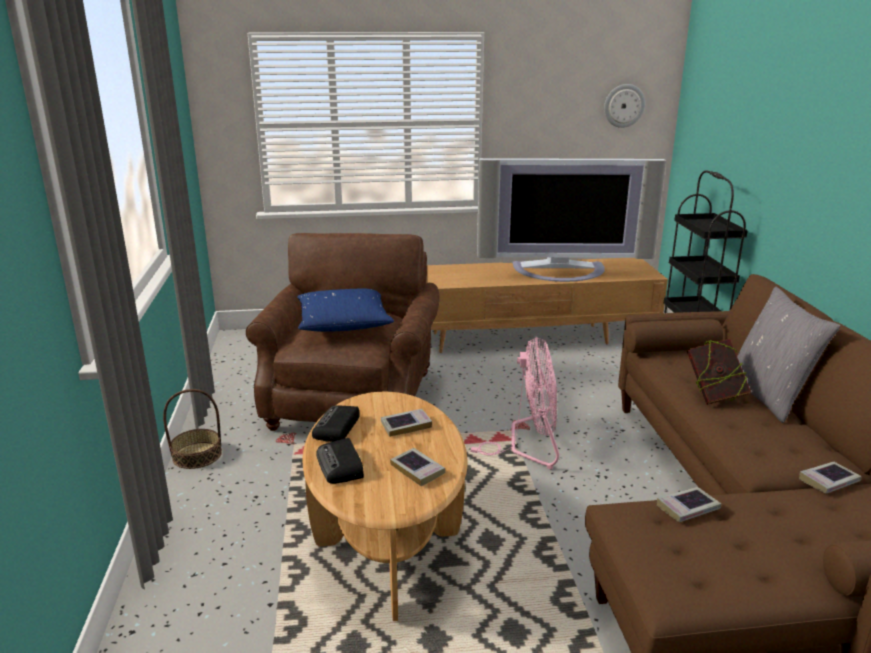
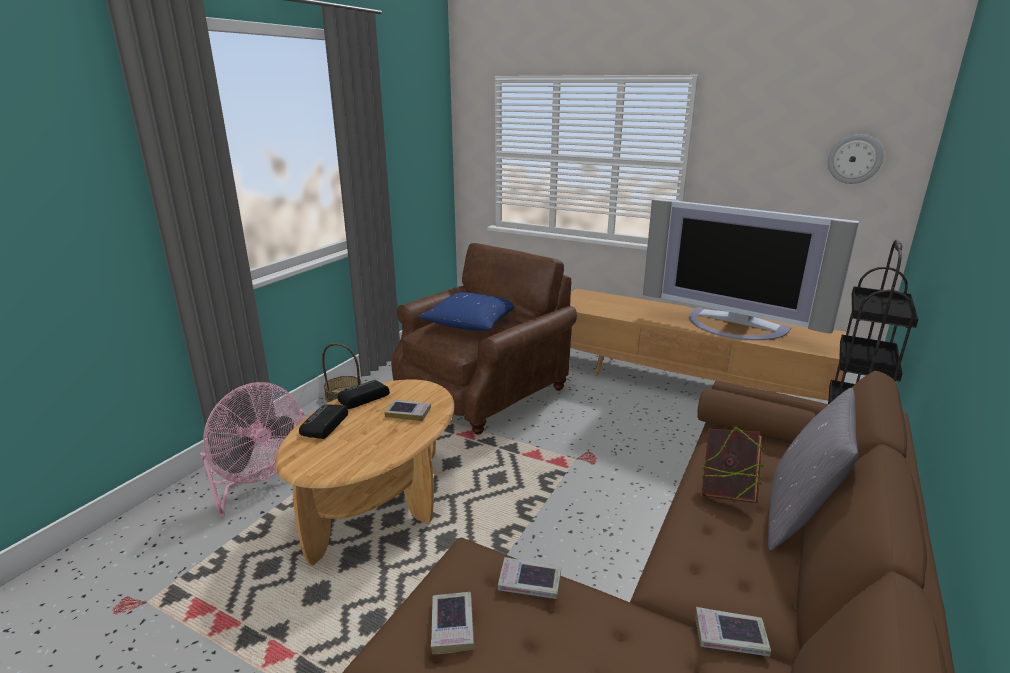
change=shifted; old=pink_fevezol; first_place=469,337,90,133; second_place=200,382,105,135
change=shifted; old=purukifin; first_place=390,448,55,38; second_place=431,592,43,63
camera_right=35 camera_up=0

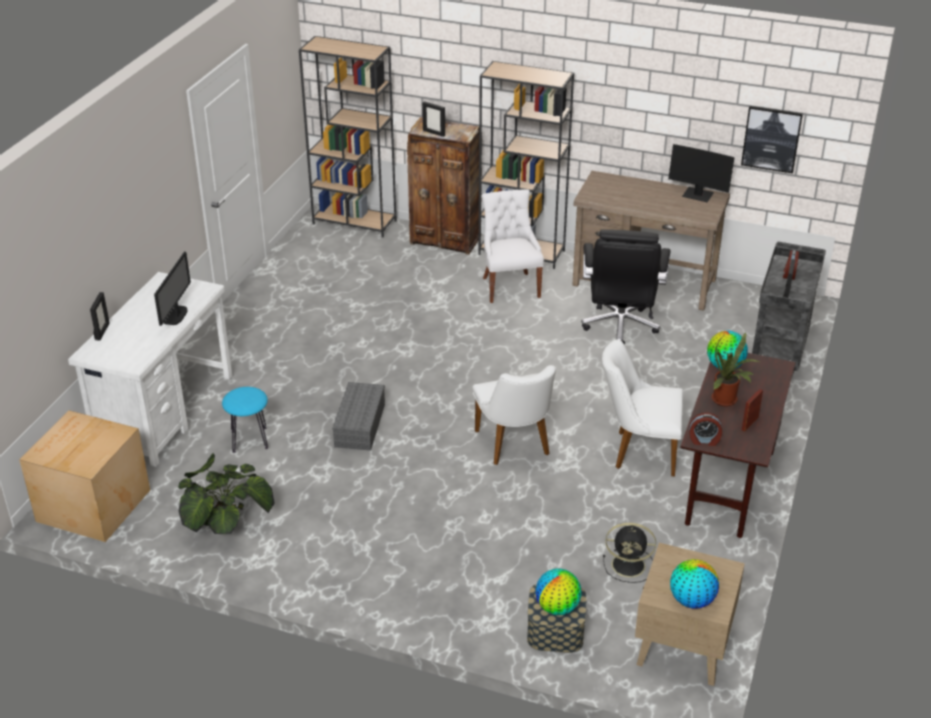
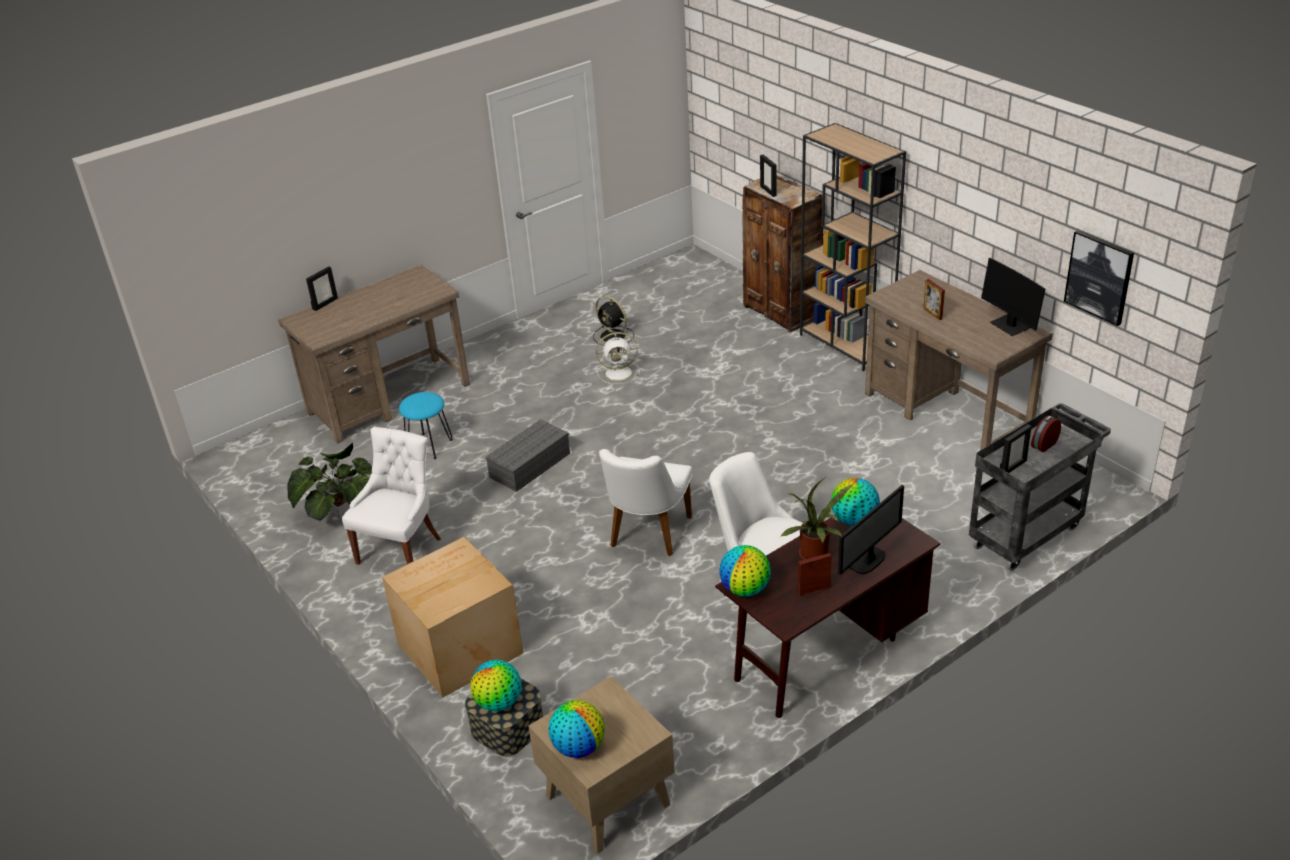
change=repainted; old=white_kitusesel; new=brown_kitusesel; first_place=68,272,164,195; second_place=279,265,191,178
change=shifted; old=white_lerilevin; first_place=482,189,62,114; second_place=342,427,99,138
change=shifted; old=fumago; first_place=19,410,131,132; second_place=382,537,142,161
change=shifted; old=black_fevezol; first_place=603,523,53,60; second_place=593,296,41,50
change=new; new=white_fevezol; second_place=596,332,44,52
change=swapped; old=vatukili; new=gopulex; first_place=689,413,33,33; second_place=719,545,52,52
change=shifted; old=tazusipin; first_place=154,252,37,74; second_place=838,485,66,90
change=new; new=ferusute; second_place=923,279,22,41
change=gone; old=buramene; first_place=299,36,98,201
change=gone; old=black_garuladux; first_place=581,229,90,116
camera_right=35 camera_up=0

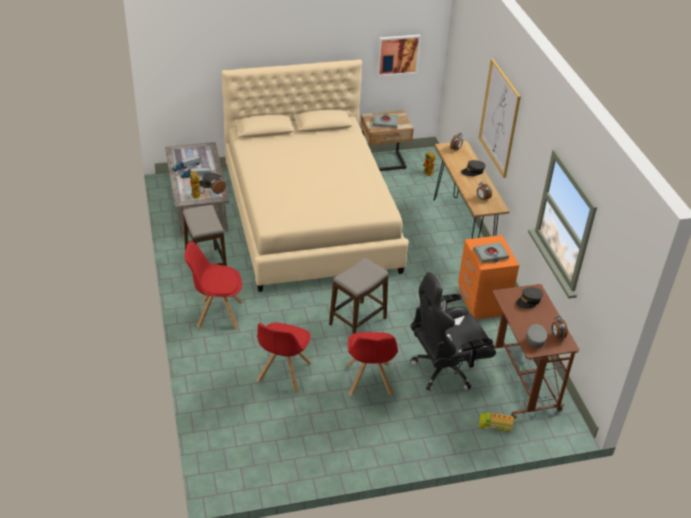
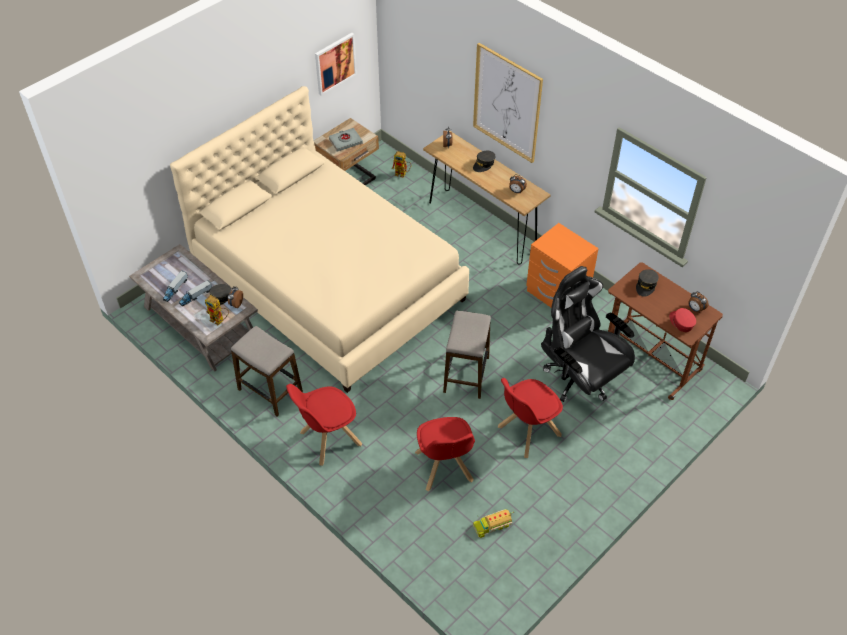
change=shifted; old=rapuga; first_place=479,410,39,22; second_place=473,509,41,29
change=rotated; old=red_lerilevin; first_place=346,332,52,64; second_place=498,378,65,80; degrees=90
change=rotated; old=black_garuladux; first_place=410,272,86,119; second_place=541,266,94,136; degrees=105
change=repainted; old=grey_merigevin; new=red_merigevin; first_place=526,324,21,24; second_place=669,308,27,24
change=gone; old=grey_purukifin; first_place=473,242,36,22
camera_right=-30 camera_up=10

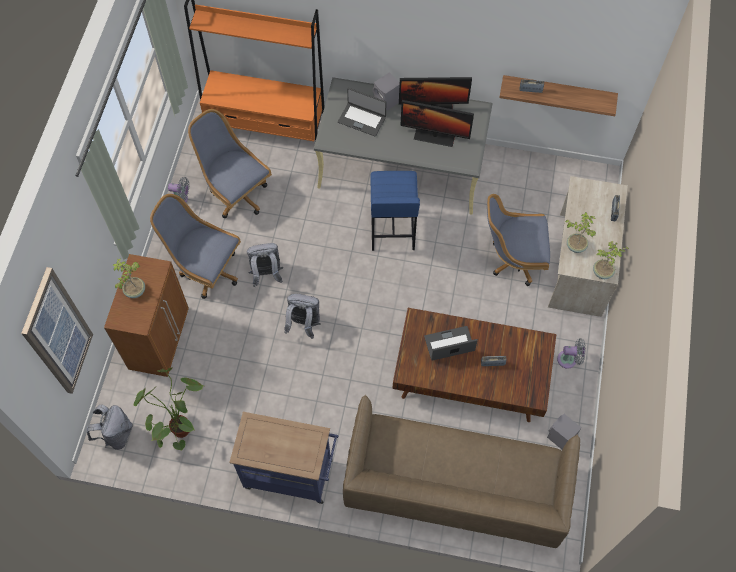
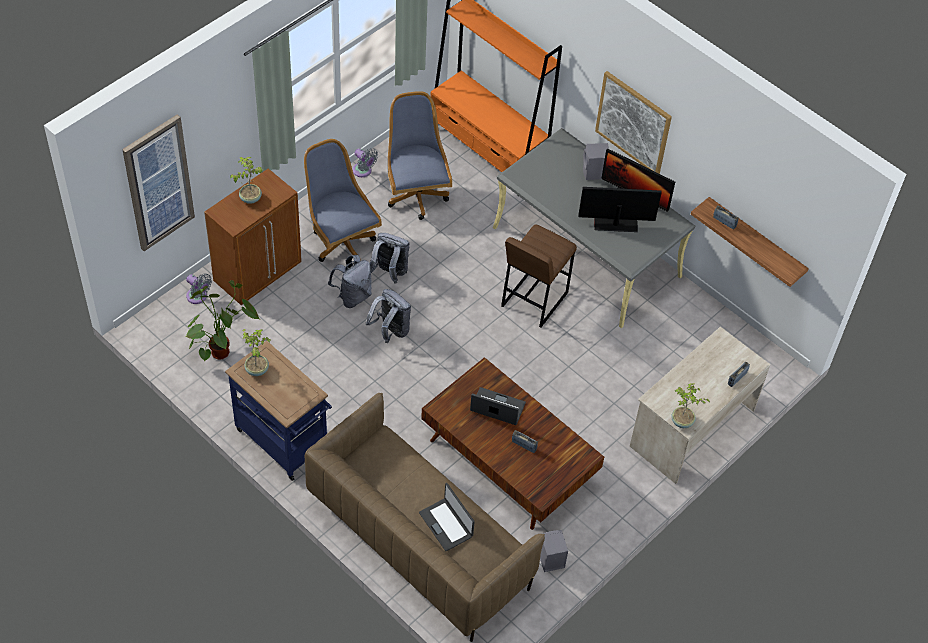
change=shifted; old=grey_fevezol; first_place=557,338,29,31; second_place=186,274,26,30
change=shifted; old=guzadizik; first_place=565,212,31,41; second_place=242,329,28,47
change=shifted; old=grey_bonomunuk; first_place=87,404,46,46; second_place=328,255,44,53
change=shifted; old=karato; first_place=338,88,49,49; second_place=419,483,56,68
change=repainted; old=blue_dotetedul; new=brown_dotetedul; first_place=370,171,50,80; second_place=501,224,76,103
change=rotated; old=tazusipin; first_place=400,100,74,47; second_place=578,187,83,45; degrees=135
change=new; new=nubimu; second_place=595,71,77,103
change=gone; old=blue_garuladux; first_place=487,194,63,92
camera_right=30 camera_up=-10

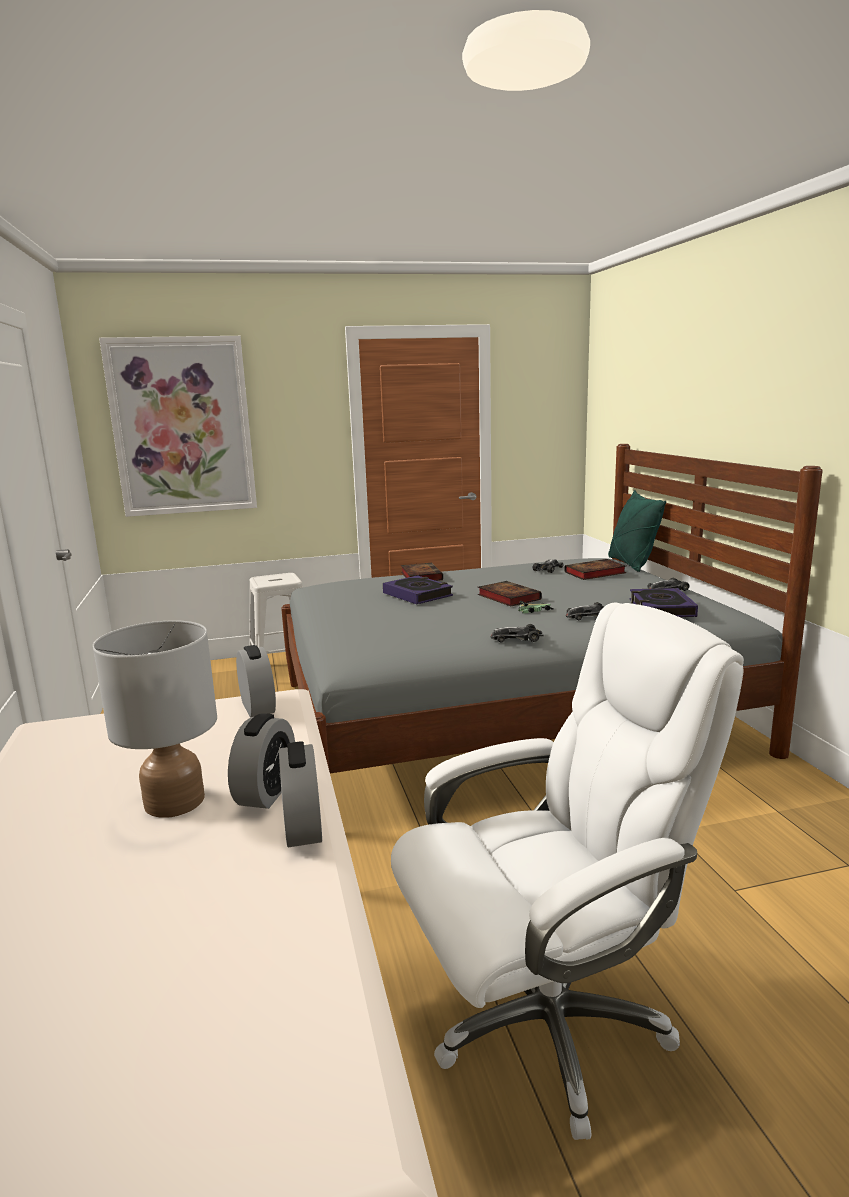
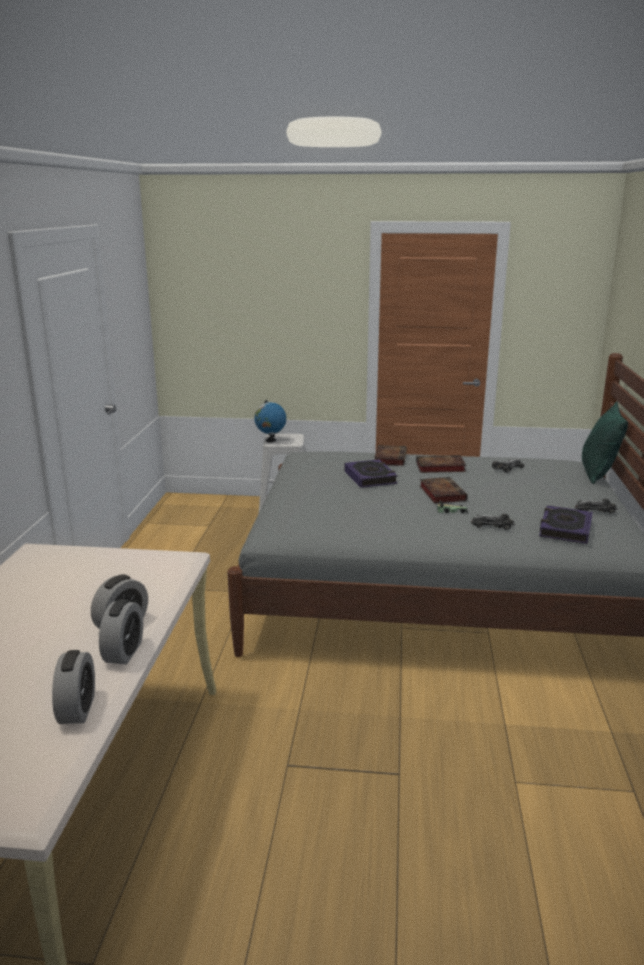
change=shifted; old=vatukili; first_place=236,645,40,72; second_place=52,650,43,74
change=new; new=gopulex; second_place=254,400,32,42
change=shifted; old=purukifin; first_place=564,559,62,21; second_place=416,455,50,18
change=gone; old=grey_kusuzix; first_place=93,620,124,198
change=gone; old=nubimu; first_place=99,336,158,181
change=gone; old=white_garuladux; first_place=391,603,353,537
change=gone; old=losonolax; first_place=491,624,53,19
camera_right=20 camera_up=5

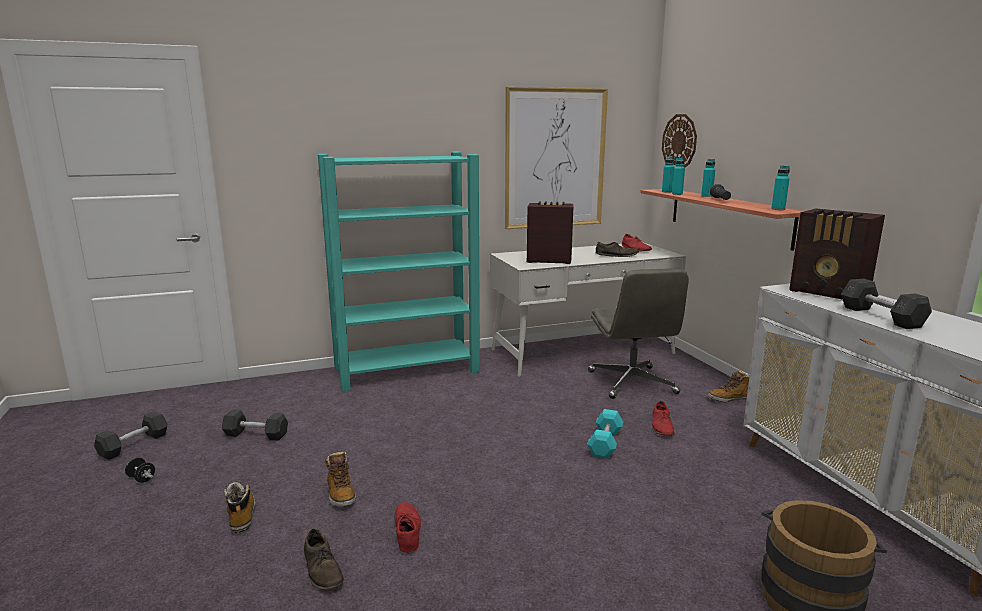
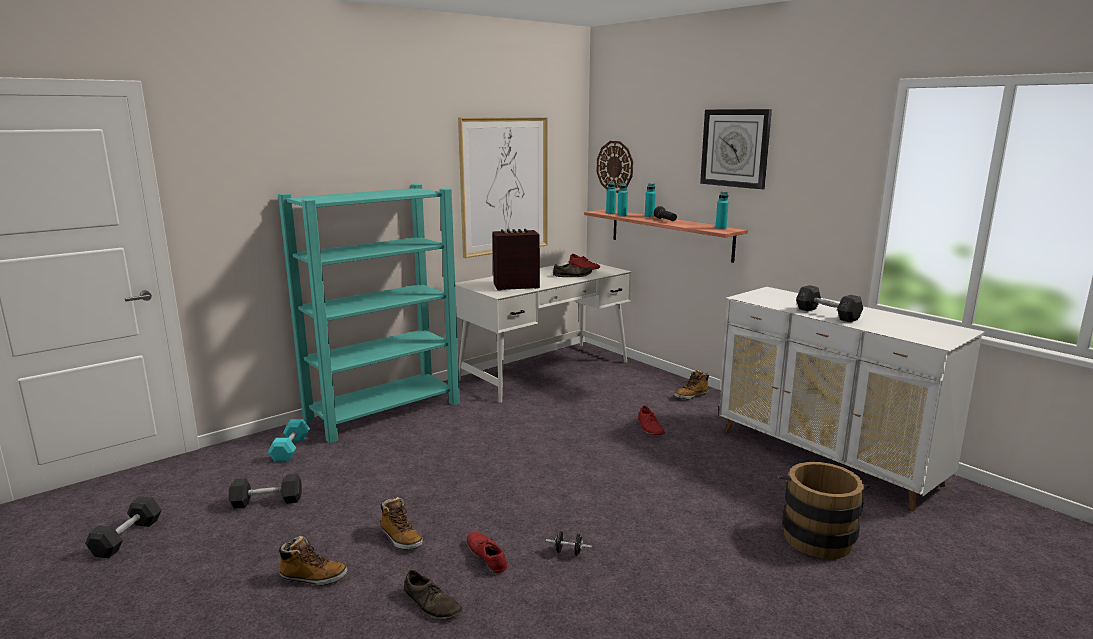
change=shifted; old=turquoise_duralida; first_place=587,409,36,50; second_place=268,419,42,43
change=rotated; old=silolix; first_place=224,482,32,51; second_place=277,536,70,50; degrees=135
change=shifted; old=black_duralida; first_place=125,458,30,25; second_place=546,531,46,25
change=new; new=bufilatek; second_place=700,109,72,80
change=gone; old=grey_garuladux; first_place=588,269,101,130
change=gone; old=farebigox; first_place=789,208,96,92
camera_right=-20 camera_up=0

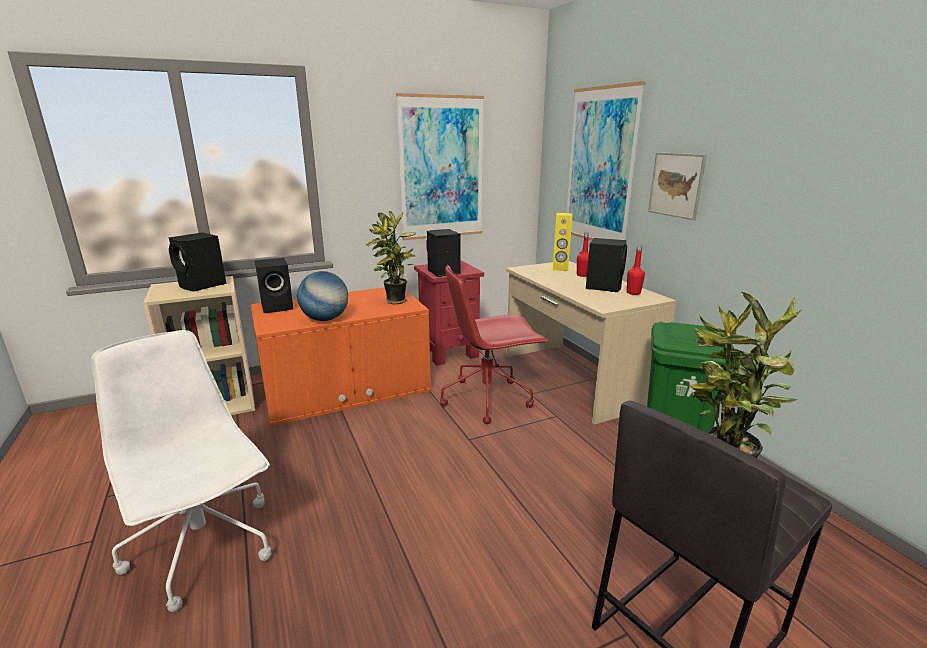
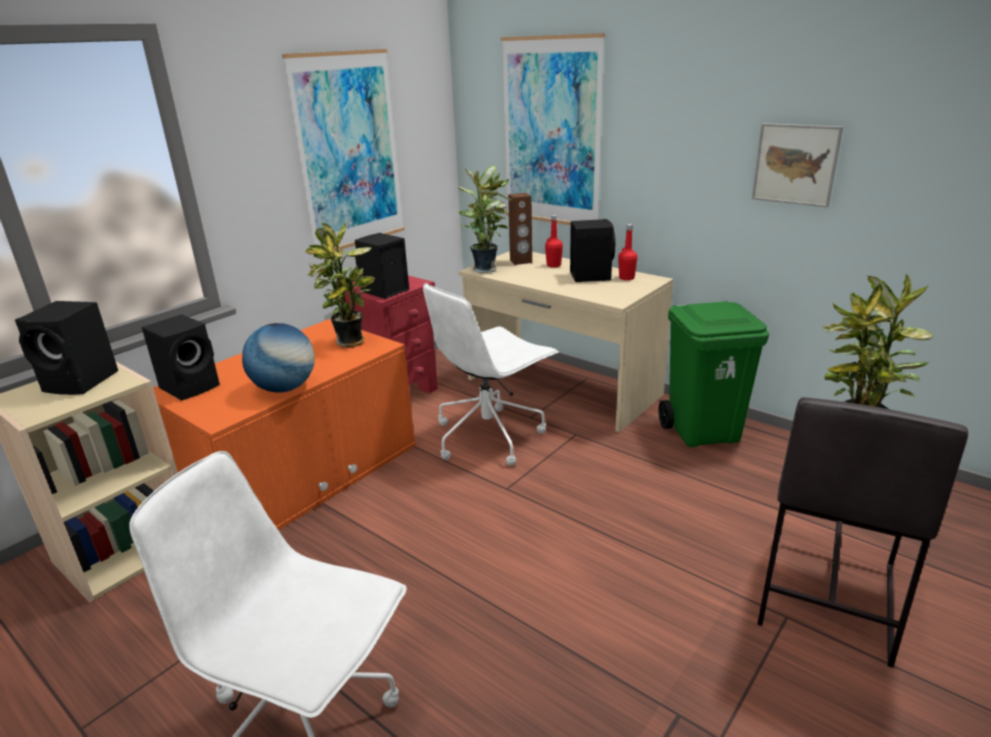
change=repainted; old=red_garuladux; new=white_garuladux; first_place=440,264,108,160; second_place=423,283,136,183
change=new; new=guzadizik; second_place=458,166,56,107
change=repainted; old=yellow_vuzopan; new=brown_vuzopan; first_place=553,213,19,58; second_place=508,193,24,72
change=shifted; old=nubimu; first_place=648,152,59,68; second_place=752,123,91,84
camera_right=-25 camera_up=5

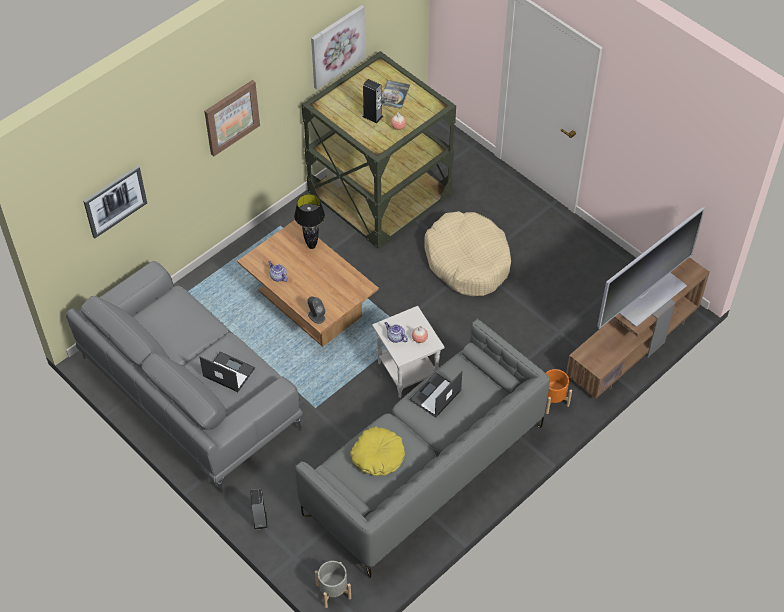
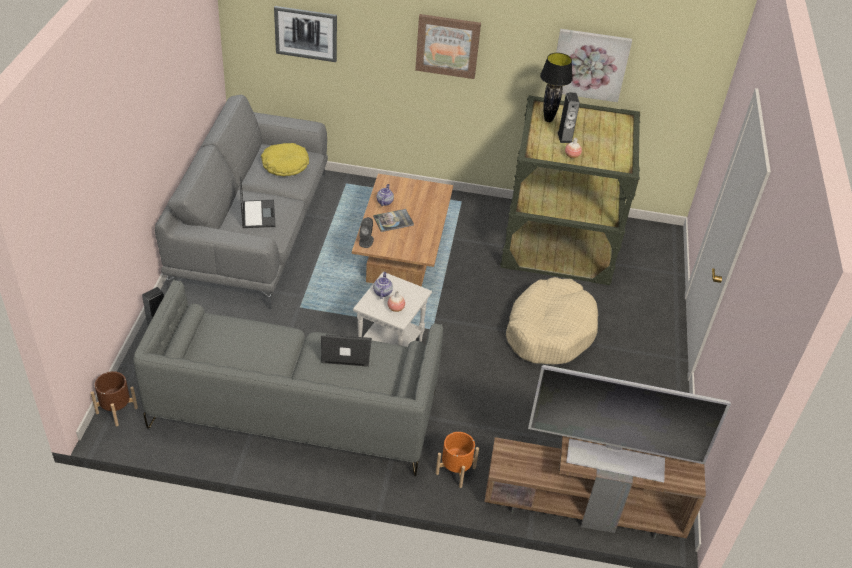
change=repainted; old=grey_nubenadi; new=brown_nubenadi; first_place=315,561,36,47; second_place=91,371,47,55
change=shifted; old=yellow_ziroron; first_place=350,427,55,49; second_place=261,143,48,33
change=shifted; old=purukifin; first_place=382,80,28,29; second_place=373,209,41,23
change=shifted; old=black_kusuzix; first_place=294,194,31,55; second_place=540,53,33,69
camera_right=50 camera_up=-10

